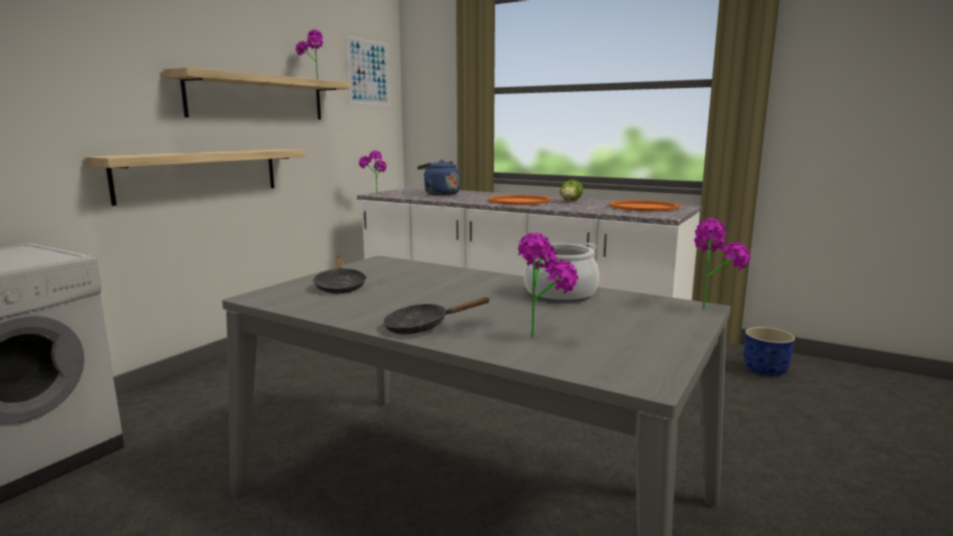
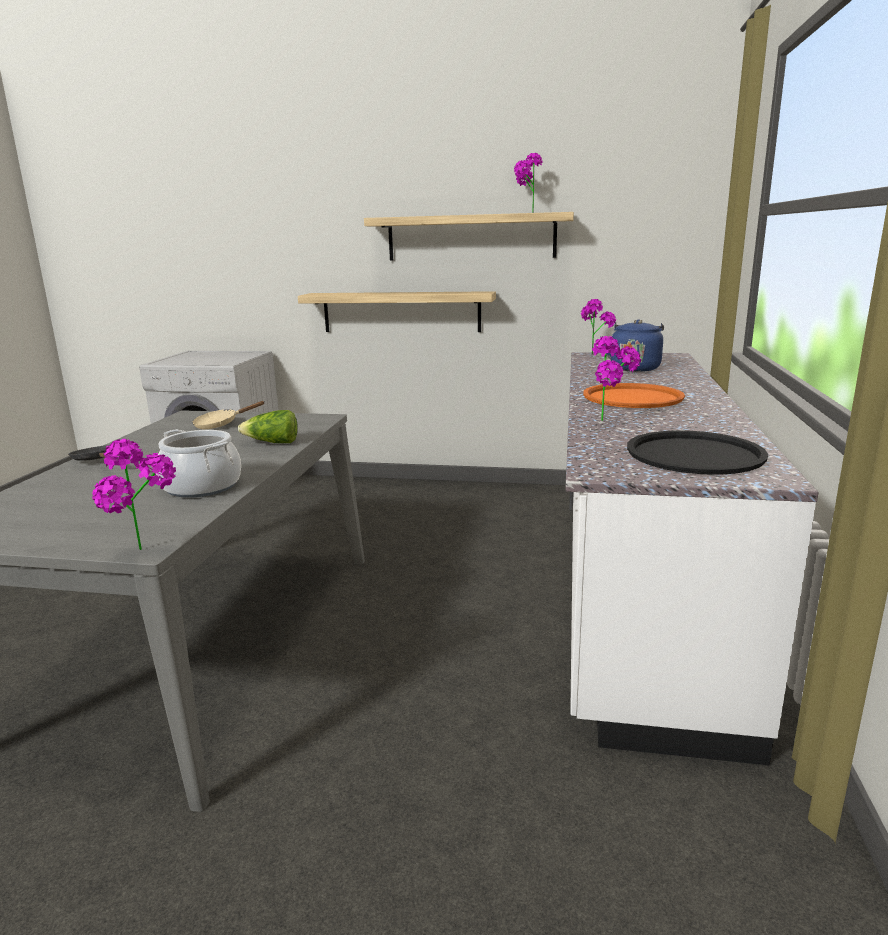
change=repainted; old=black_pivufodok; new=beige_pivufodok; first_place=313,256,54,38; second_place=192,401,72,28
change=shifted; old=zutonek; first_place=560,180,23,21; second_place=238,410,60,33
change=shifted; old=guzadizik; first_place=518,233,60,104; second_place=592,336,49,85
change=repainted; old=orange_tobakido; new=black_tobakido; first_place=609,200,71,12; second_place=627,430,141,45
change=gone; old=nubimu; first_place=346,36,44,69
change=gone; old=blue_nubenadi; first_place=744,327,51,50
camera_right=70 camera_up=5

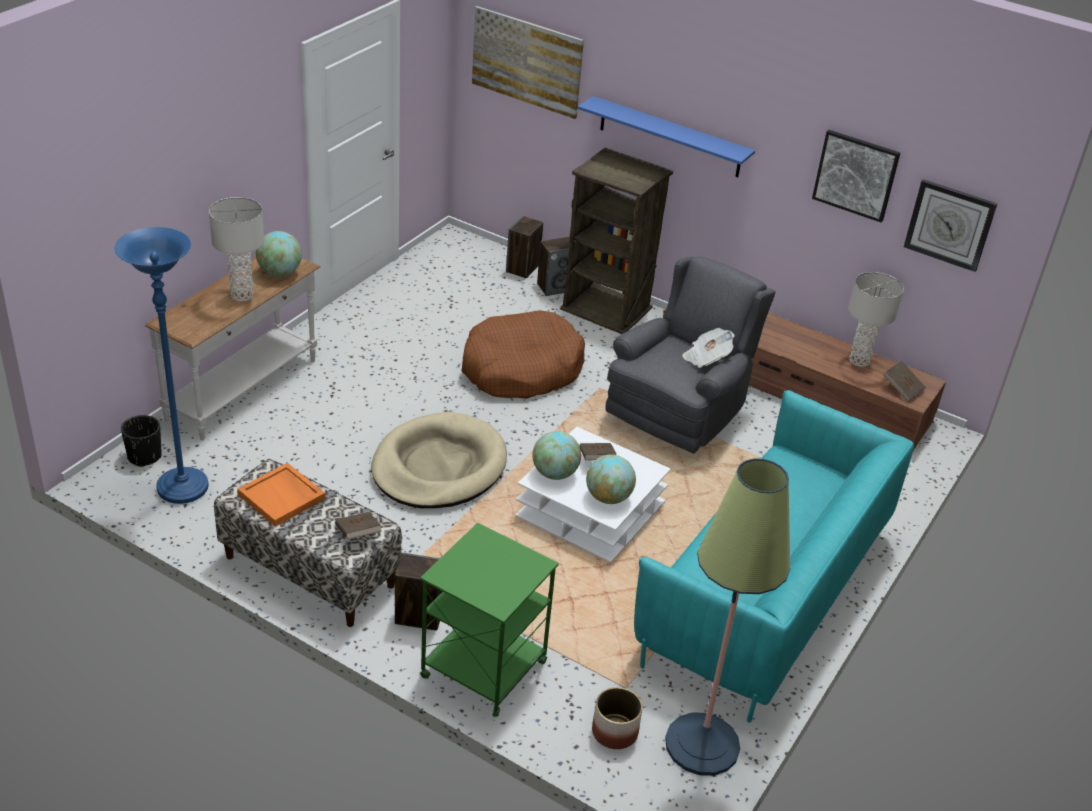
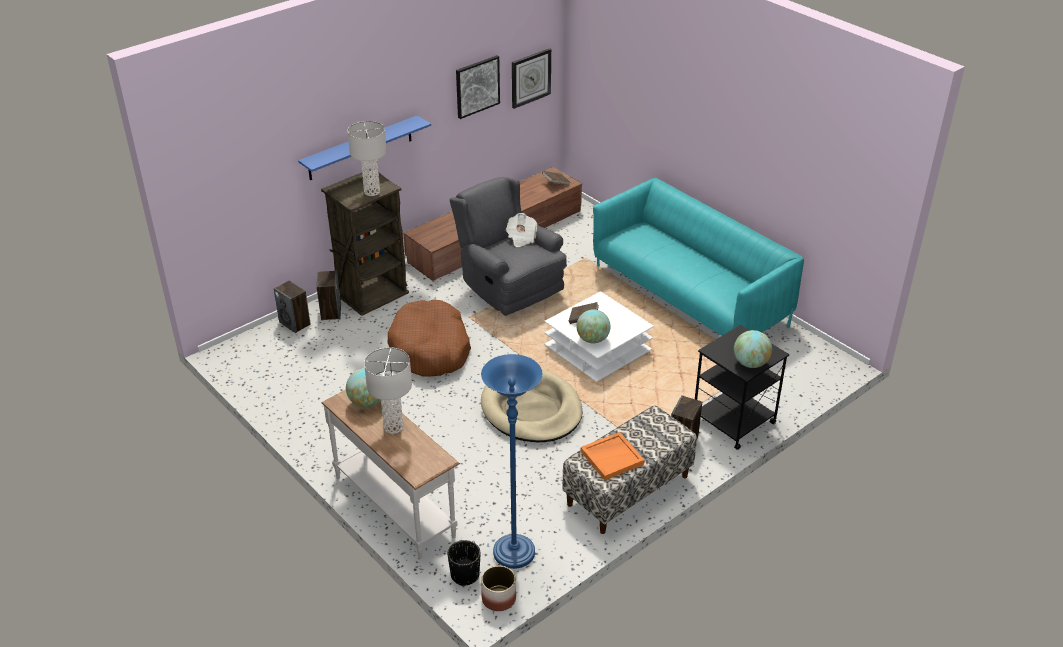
change=shifted; old=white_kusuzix; first_place=849,272,55,95; second_place=347,121,40,75
change=shifted; old=nubenadi; first_place=592,687,50,62; second_place=481,565,35,46
change=repainted; old=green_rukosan; new=black_rukosan; first_place=420,523,139,194; second_place=695,325,94,125
change=shifted; old=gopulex; first_place=586,455,50,49; second_place=734,330,38,38
change=gone; old=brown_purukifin; first_place=335,512,47,27
change=gone; old=nubimu; first_place=472,6,112,113
change=gone; old=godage; first_place=665,458,125,318
camera_right=-70 camera_up=0

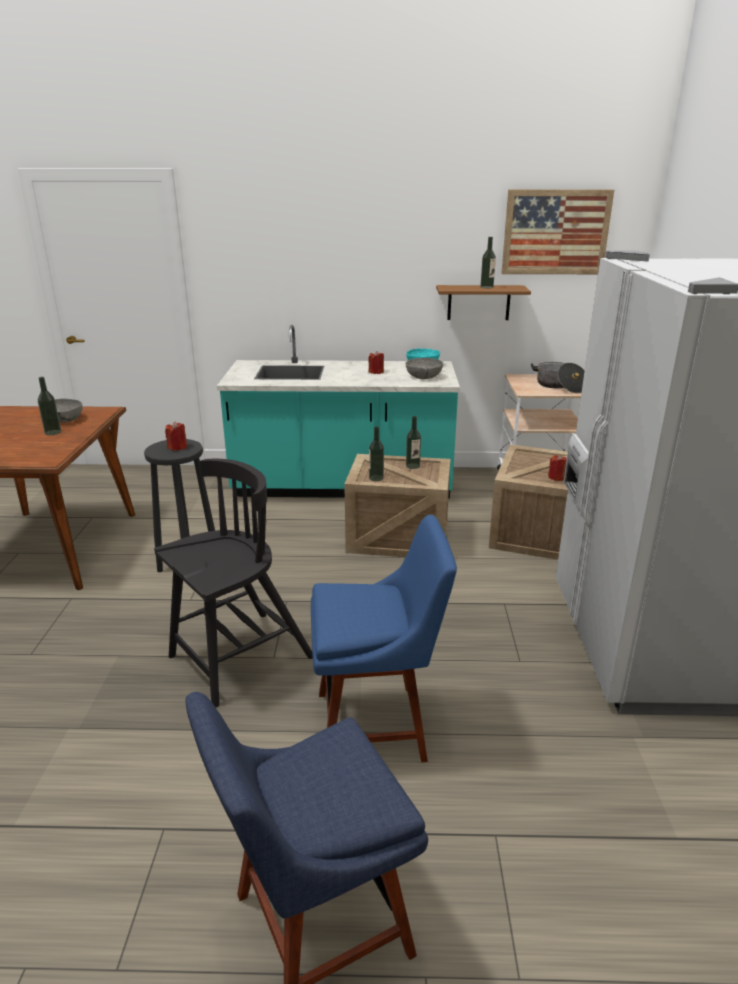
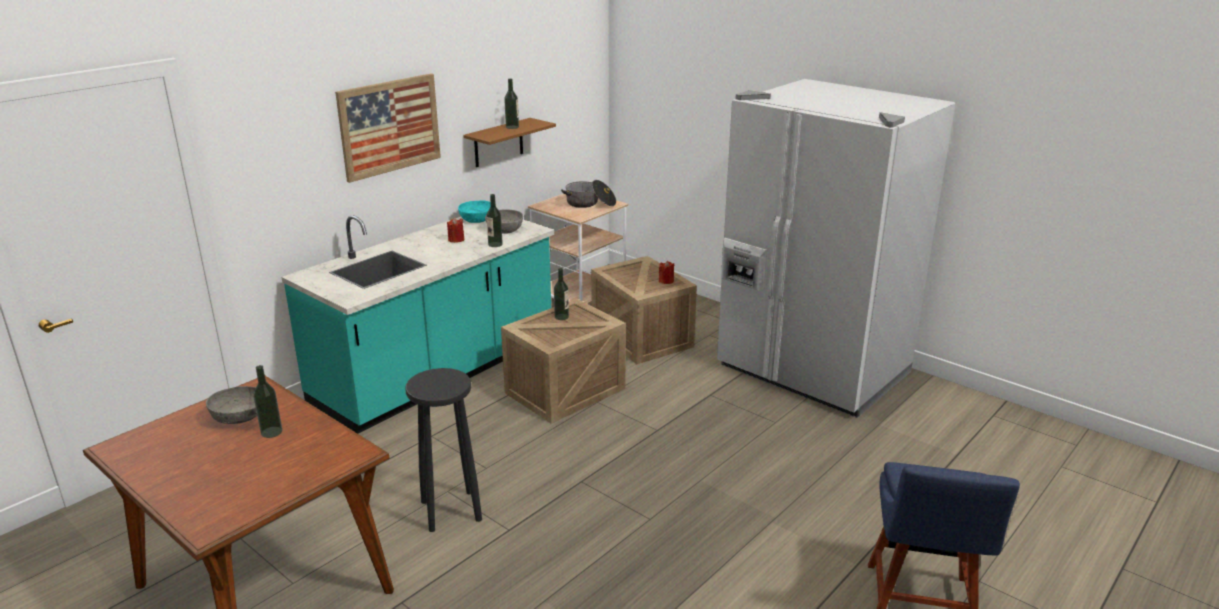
change=shifted; old=nubimu; first_place=501,189,113,85; second_place=335,73,106,110
change=shifted; old=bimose; first_place=369,426,15,55; second_place=486,194,17,53
change=gone; old=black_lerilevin; first_place=154,459,159,248
change=gone; old=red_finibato; first_place=165,421,22,29
change=gone; old=blue_lerilevin; first_place=311,515,146,247
camera_right=-50 camera_up=0

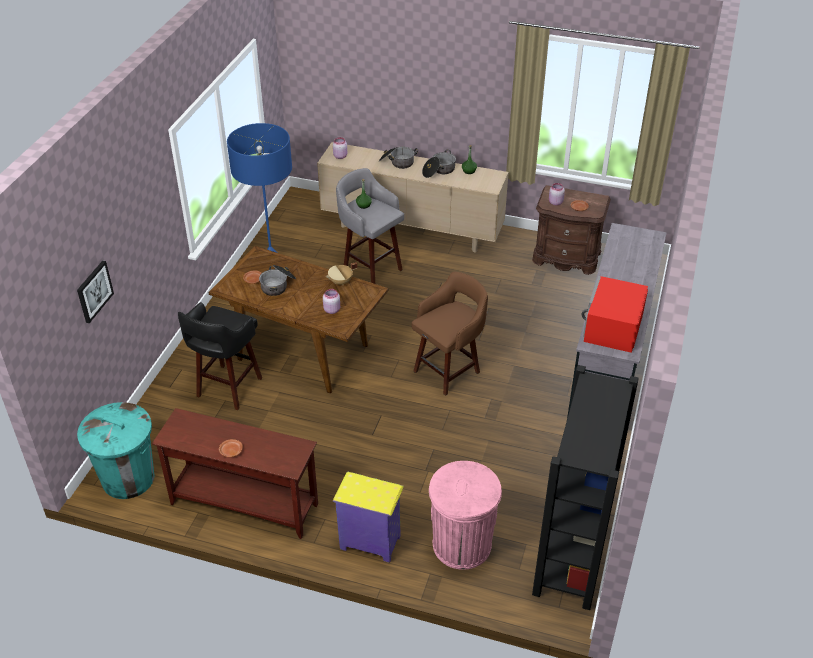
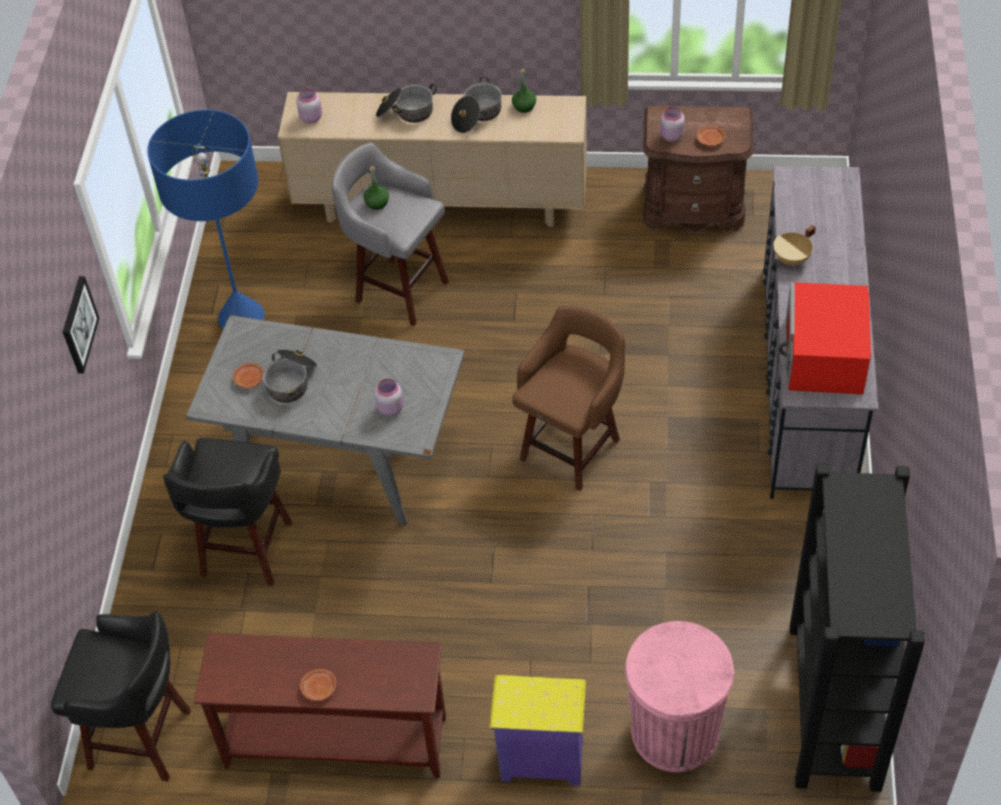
change=swapped; old=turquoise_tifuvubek; new=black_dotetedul; first_place=77,402,78,97; second_place=51,611,140,171
change=shifted; old=nubimu; first_place=77,261,37,62; second_place=63,276,36,98
change=repainted; old=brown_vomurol; new=grey_vomurol; first_place=208,246,181,147; second_place=186,315,279,210
change=shifted; old=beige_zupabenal; first_place=326,262,31,24; second_place=773,225,43,40
camera_right=-10 camera_up=10

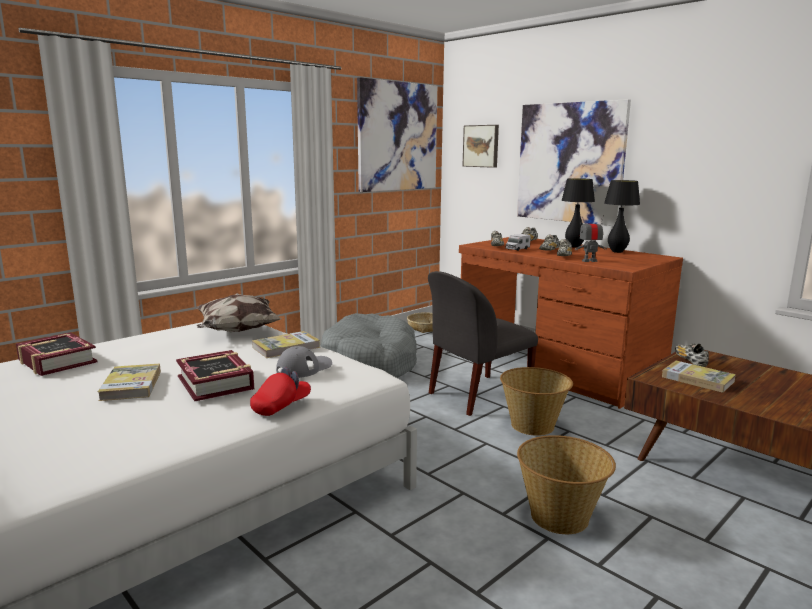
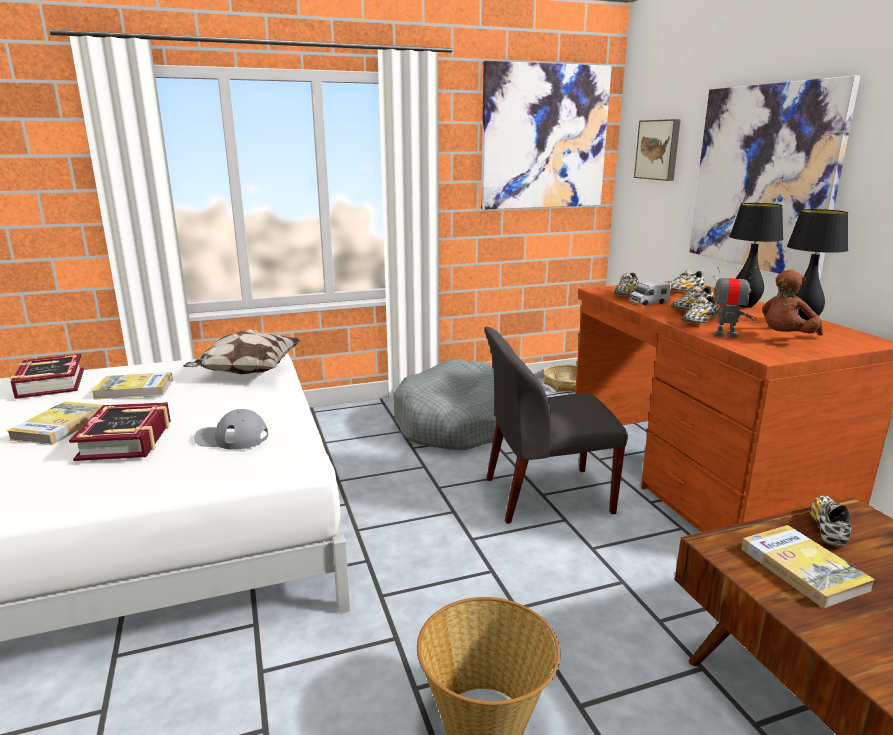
change=shifted; old=purukifin; first_place=252,331,68,27; second_place=92,372,81,28
change=rotated; old=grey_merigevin; first_place=276,346,56,32; second_place=194,409,74,41; degrees=-150
change=new; new=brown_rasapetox; second_place=762,270,61,66
change=gone; old=red_merigevin; first_place=250,367,61,49
change=gone; old=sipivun; first_place=500,367,73,69
camera_right=25 camera_up=5

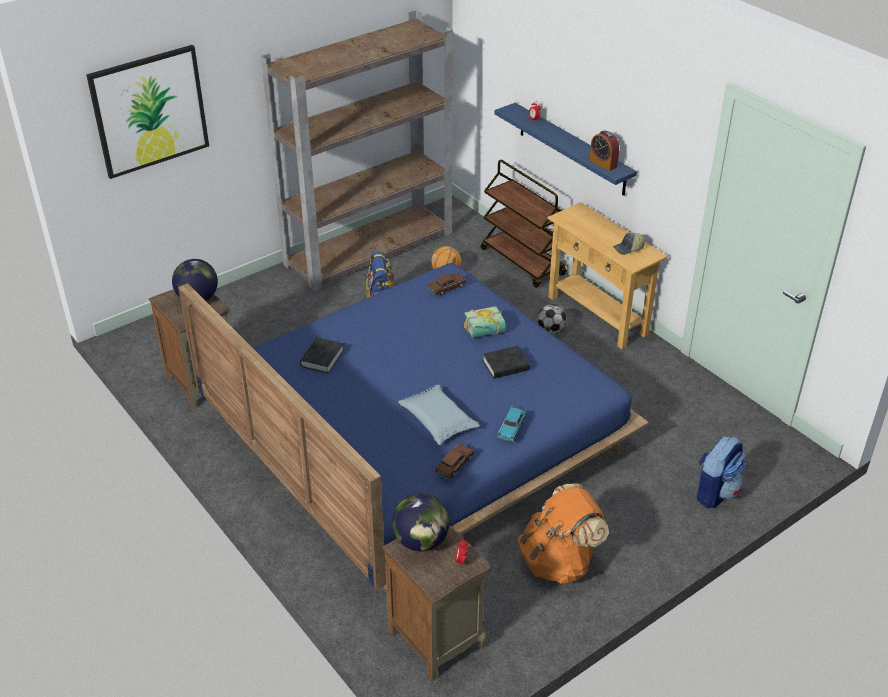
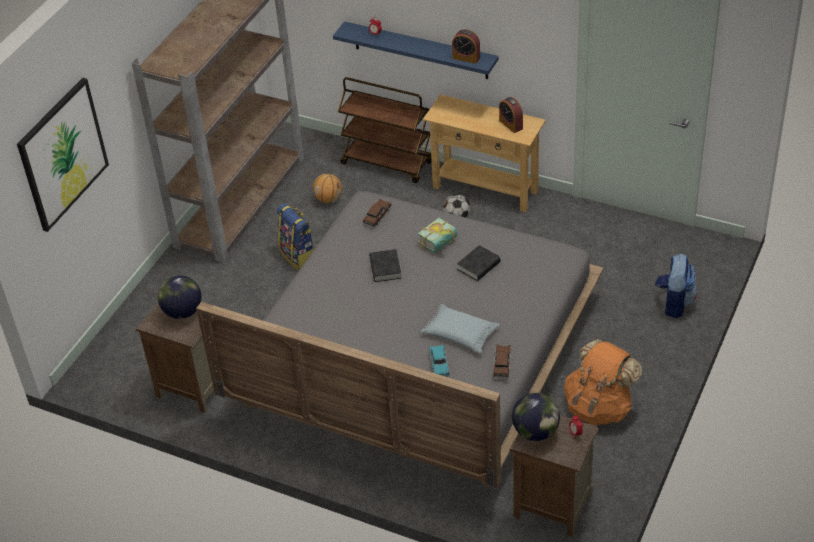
change=repainted; old=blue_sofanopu; new=grey_sofanopu; first_place=178,263,471,327; second_place=196,191,407,297
change=shifted; old=black_purukifin; first_place=300,338,44,35; second_place=369,249,32,33
change=shifted; old=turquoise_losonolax; first_place=497,406,30,36; second_place=429,344,21,33
change=swapped; old=merigevin; new=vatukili; first_place=613,233,32,22; second_place=499,97,24,36
camera_right=-25 camera_up=5

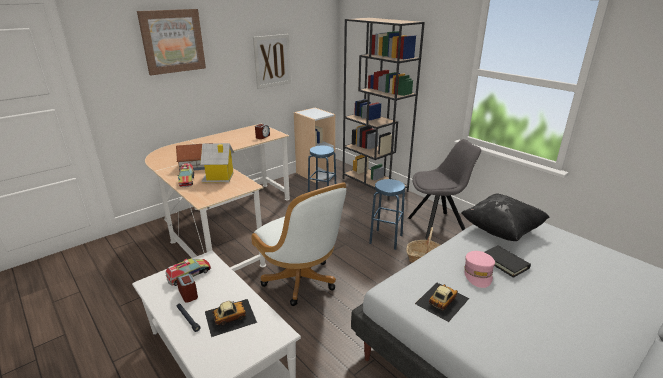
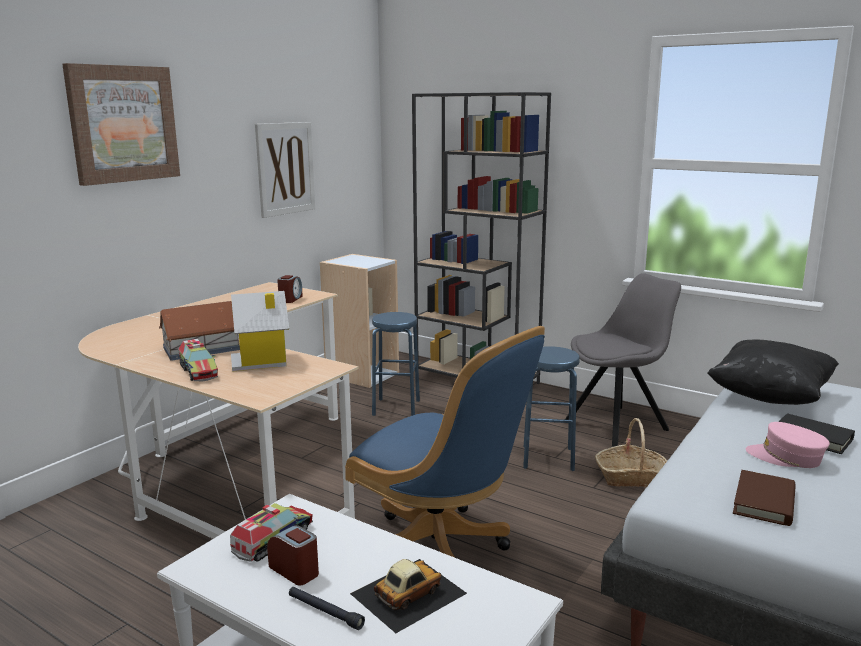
change=repainted; old=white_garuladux; new=blue_garuladux; first_place=251,183,95,123; second_place=345,326,200,232
change=swapped; old=losonolax; new=brown_purukifin; first_place=415,283,55,39; second_place=733,470,63,56
change=rotated; old=pink_merigevin; first_place=464,251,31,37; second_place=746,422,84,46; degrees=120
camera_right=-15 camera_up=-10

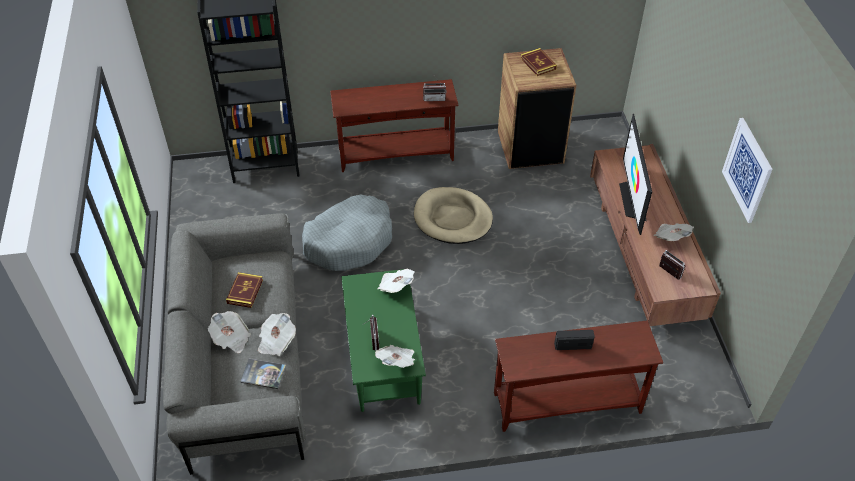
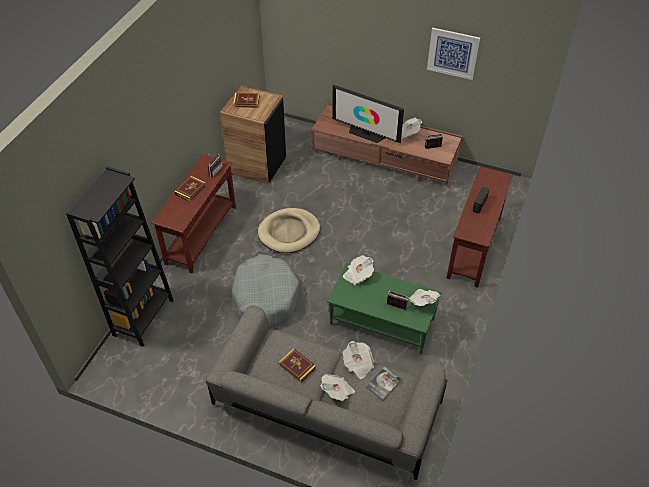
change=new; new=purukifin; second_place=174,176,32,26
camera_right=-60 camera_up=0

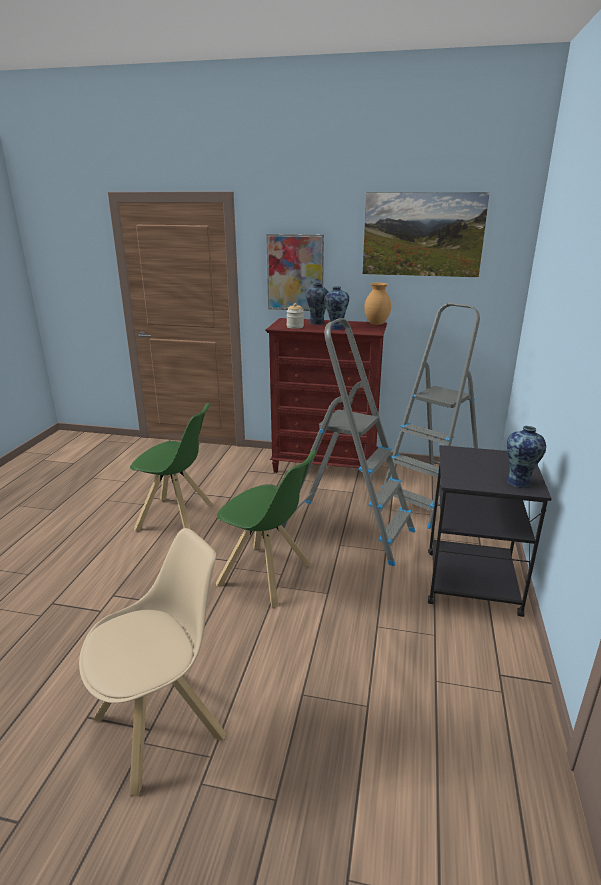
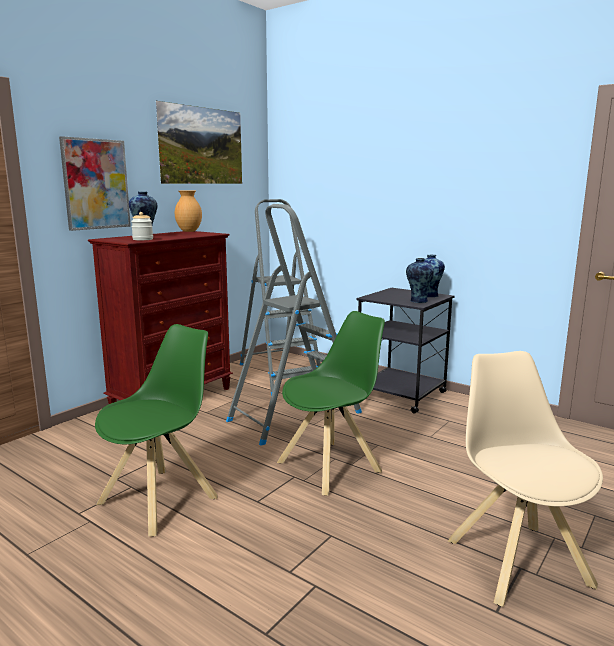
change=shifted; old=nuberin; first_place=324,286,25,44; second_place=406,258,28,45
camera_right=-65 camera_up=-10

